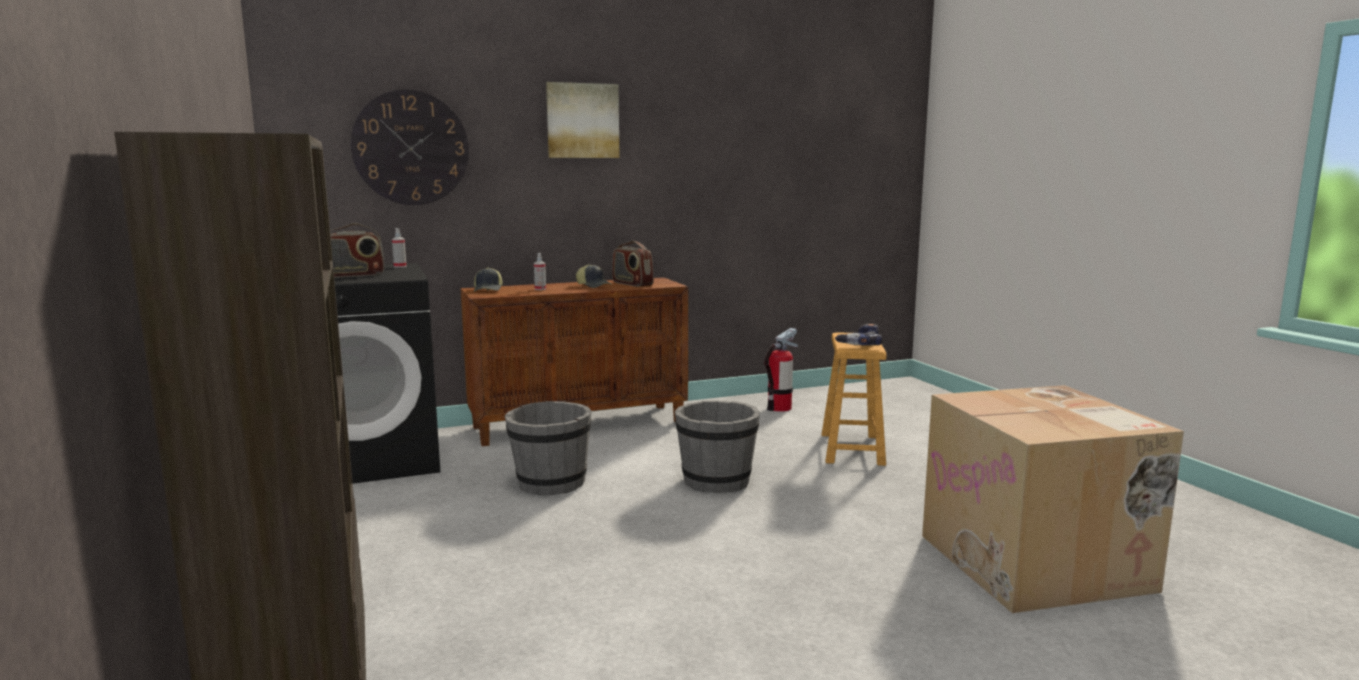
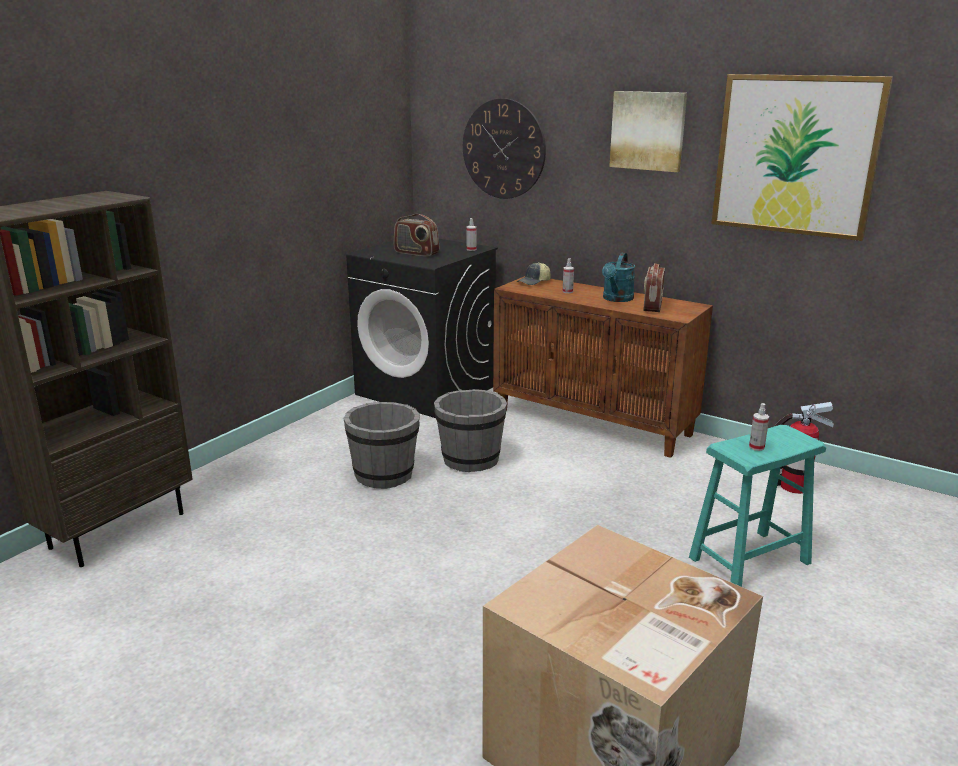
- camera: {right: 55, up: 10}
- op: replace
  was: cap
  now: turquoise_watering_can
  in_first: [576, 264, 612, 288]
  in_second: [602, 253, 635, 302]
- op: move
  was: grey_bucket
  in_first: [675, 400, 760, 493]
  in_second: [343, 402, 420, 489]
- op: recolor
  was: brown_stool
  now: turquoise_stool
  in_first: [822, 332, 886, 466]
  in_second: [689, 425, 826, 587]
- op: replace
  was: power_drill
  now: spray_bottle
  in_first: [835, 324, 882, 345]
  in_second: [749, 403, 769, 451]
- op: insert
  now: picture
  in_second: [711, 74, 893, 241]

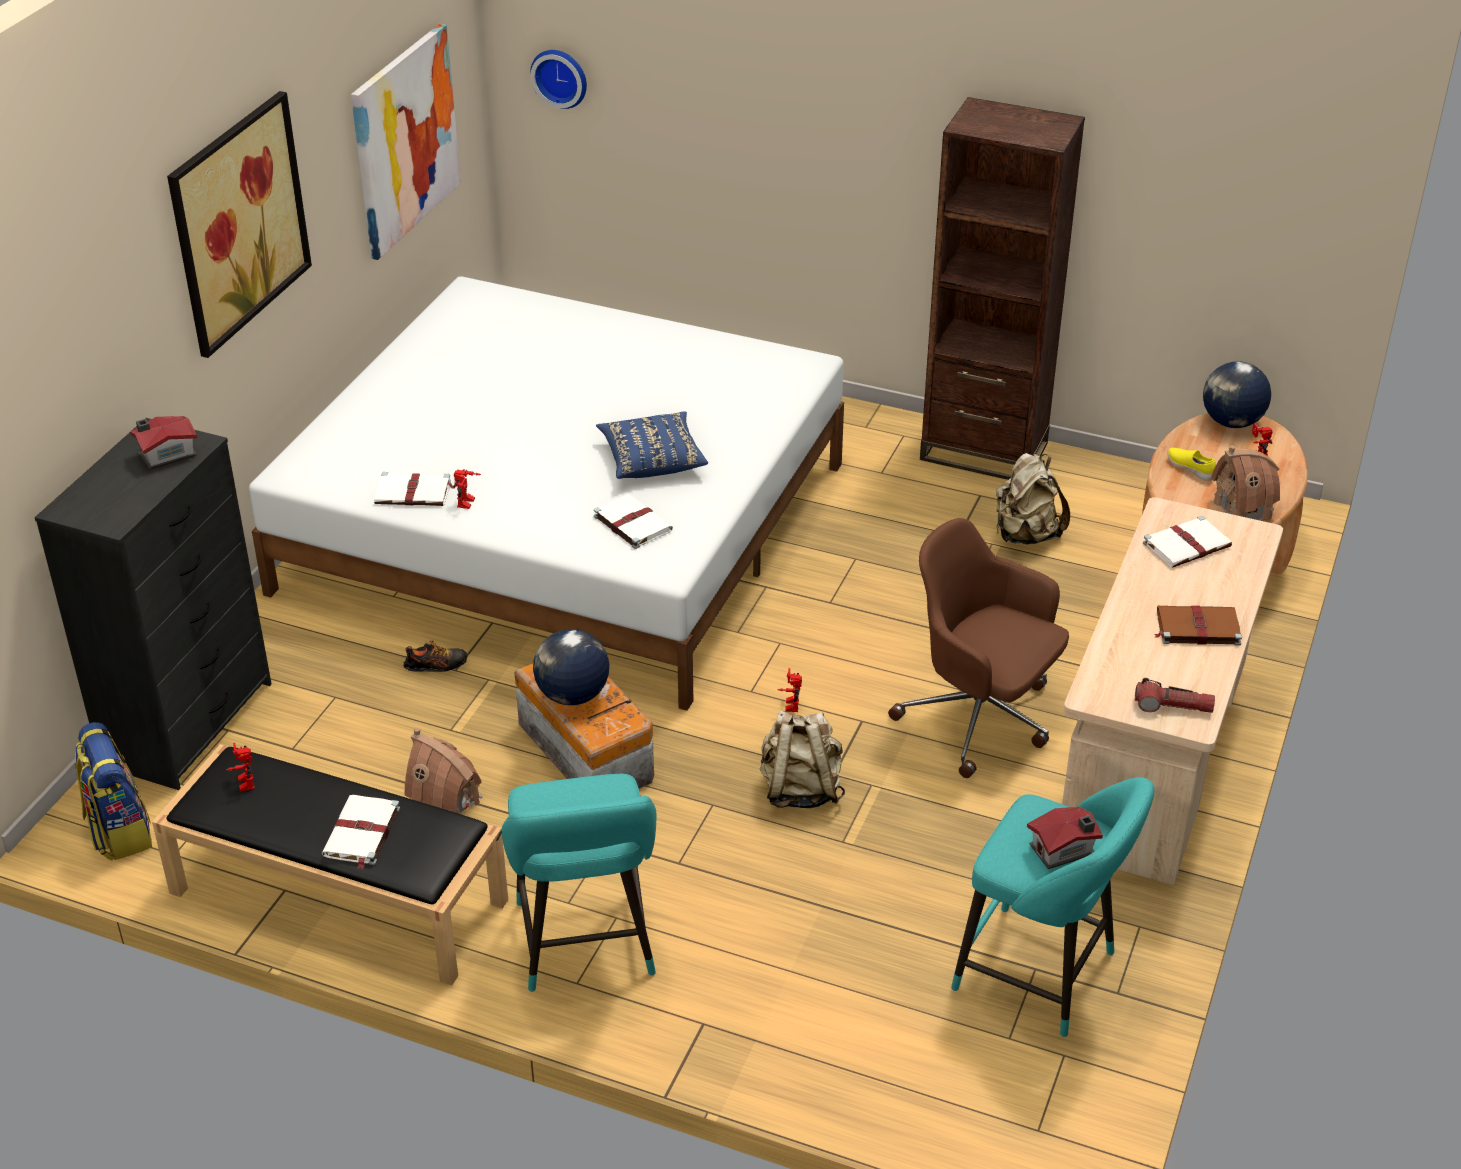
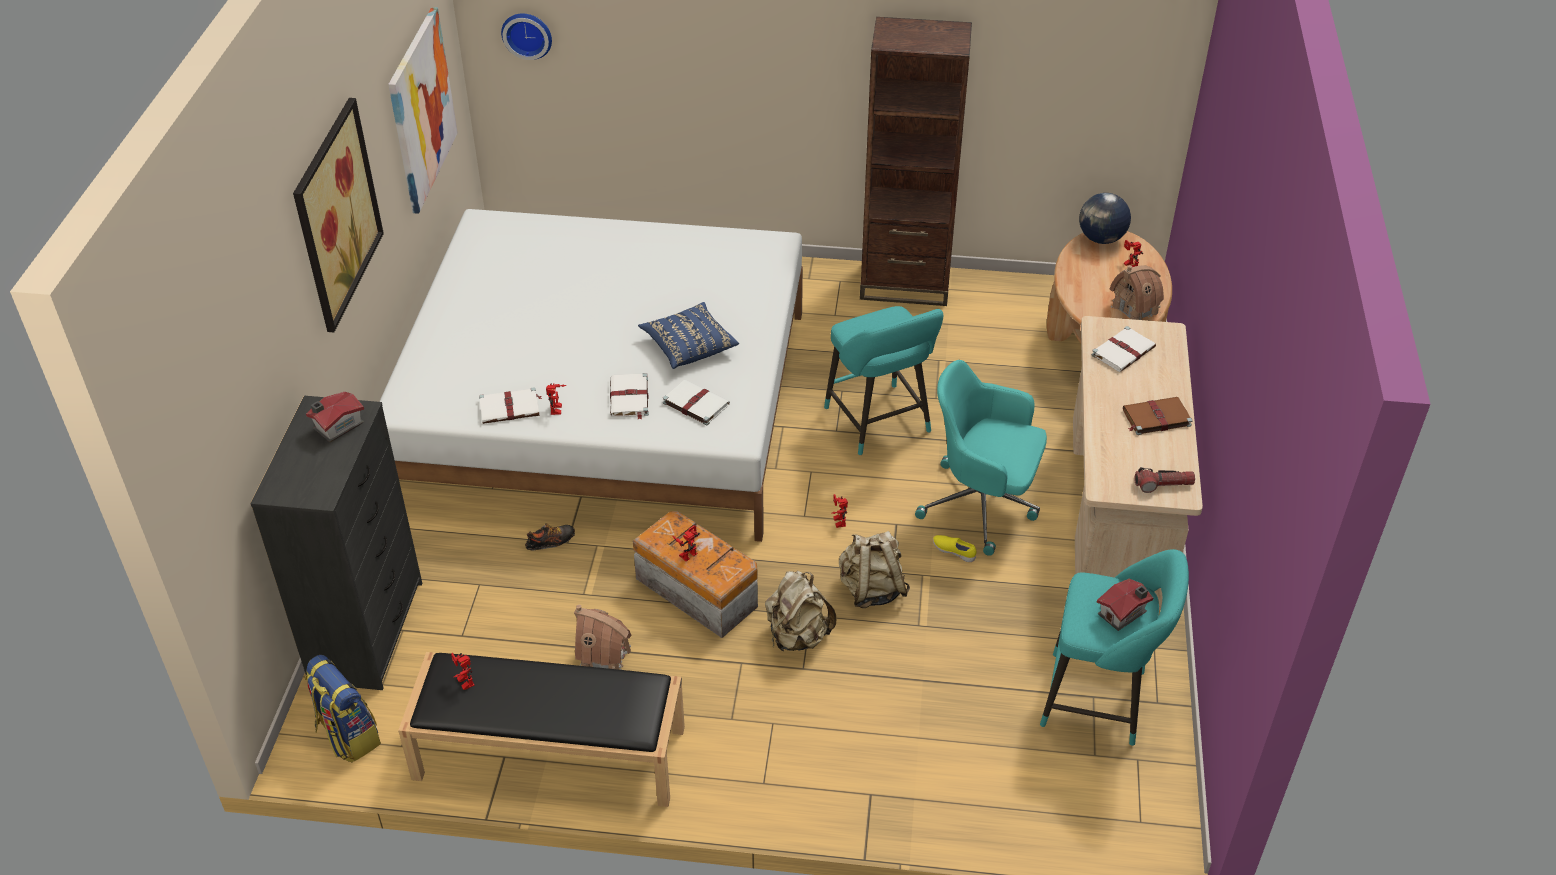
- camera: {right: -15, up: 5}
- op: move
  was: white_book
  in_first: [322, 795, 400, 869]
  in_second: [610, 373, 649, 420]
- op: move
  was: turquoise_stool
  in_first: [502, 774, 656, 992]
  in_second: [824, 306, 943, 455]
- op: replace
  was: globe
  now: toy_robot
  in_first: [533, 629, 609, 705]
  in_second: [673, 525, 700, 561]
- op: recolor
  was: brown_office_chair
  now: turquoise_office_chair
  in_first: [888, 518, 1069, 778]
  in_second: [915, 360, 1047, 556]
- op: move
  was: beige_backpack
  in_first: [996, 453, 1070, 544]
  in_second: [765, 571, 836, 652]
- op: move
  was: yellow_shoe
  in_first: [1168, 448, 1216, 481]
  in_second: [933, 535, 976, 562]

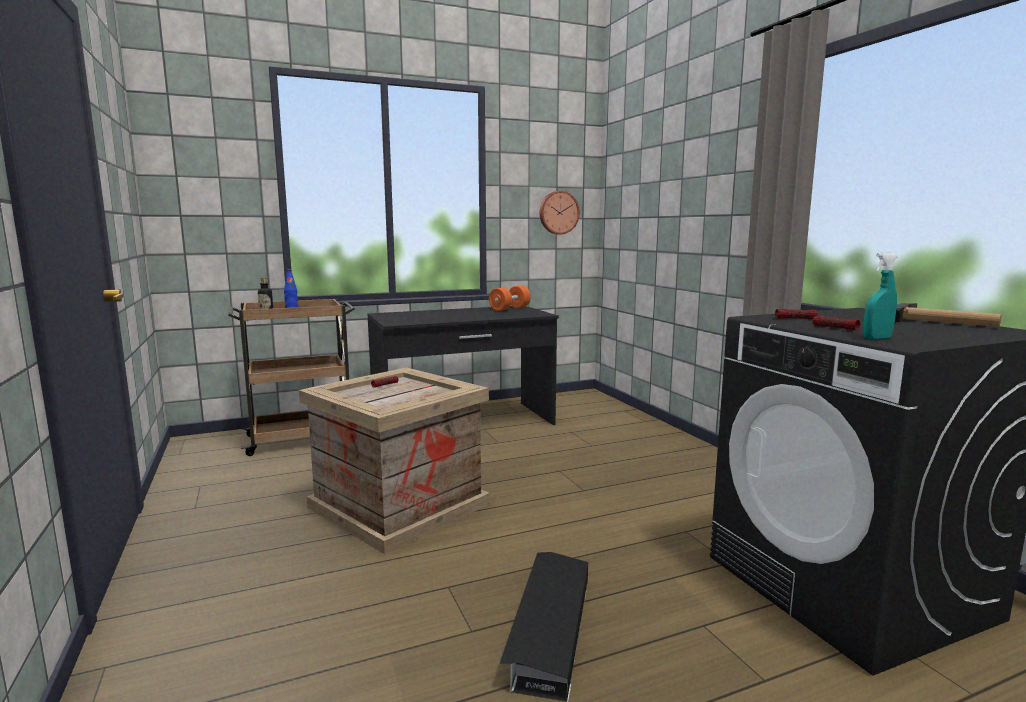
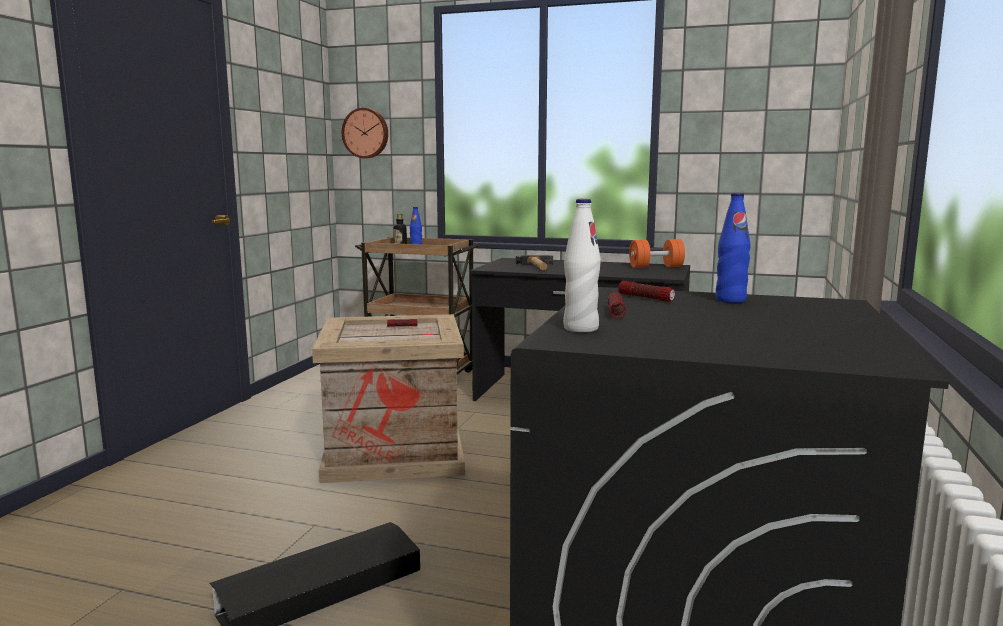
- camera: {right: 40, up: 0}
- op: move
  was: wall_clock
  in_first: [539, 191, 580, 234]
  in_second: [342, 108, 388, 158]
- op: replace
  was: turquoise_spray_bottle
  now: white_bottle
  in_first: [863, 253, 897, 339]
  in_second: [563, 199, 601, 332]
- op: move
  was: hammer
  in_first: [895, 303, 1002, 327]
  in_second: [516, 255, 553, 270]
- op: insert
  now: blue_bottle
  in_second: [716, 193, 751, 303]

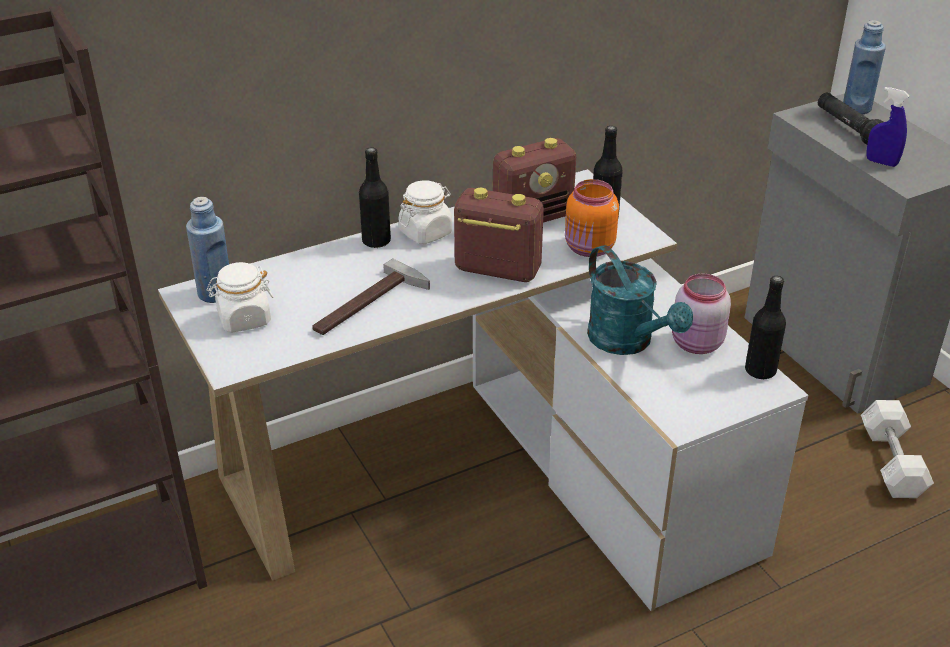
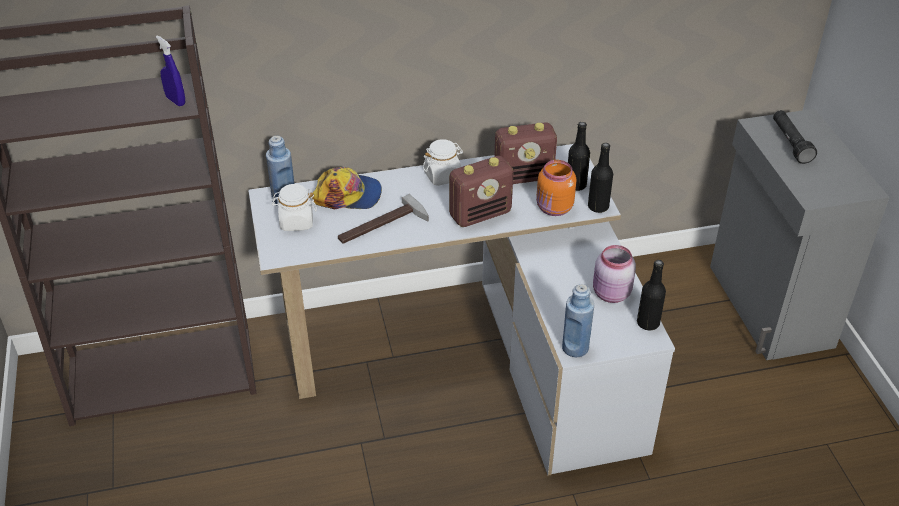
- camera: {right: 15, up: 5}
- op: move
  was: black_bottle
  in_first: [359, 148, 391, 248]
  in_second: [588, 143, 613, 213]
- op: rotate
  was: radio
  in_first: [454, 188, 544, 282]
  in_second: [449, 156, 513, 227]
  clockwise: 120
- op: delete
  was: turquoise_watering_can
  in_first: [587, 245, 693, 355]
- op: move
  was: blue_bottle
  in_first: [843, 20, 886, 114]
  in_second: [562, 284, 594, 357]
- op: delete
  was: white_dumbbell
  in_first: [861, 400, 934, 498]
- op: move
  was: blue_spray_bottle
  in_first: [866, 87, 910, 167]
  in_second: [156, 35, 185, 106]
- op: insert
  now: cap
  in_second: [312, 167, 382, 209]

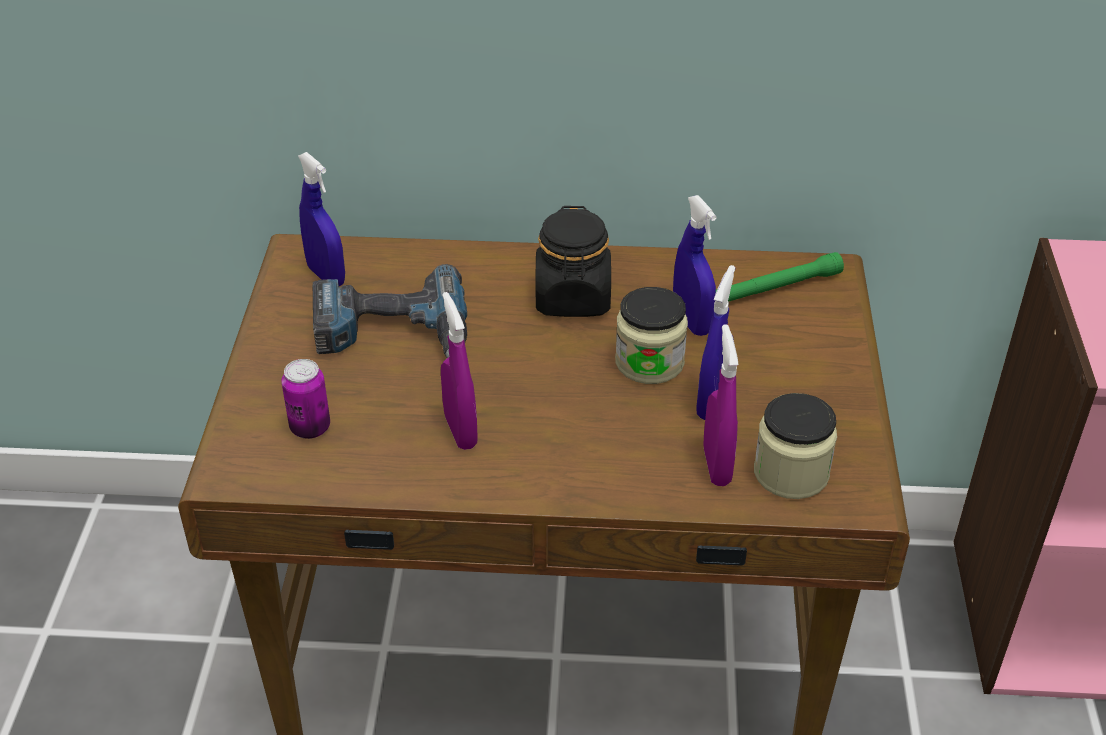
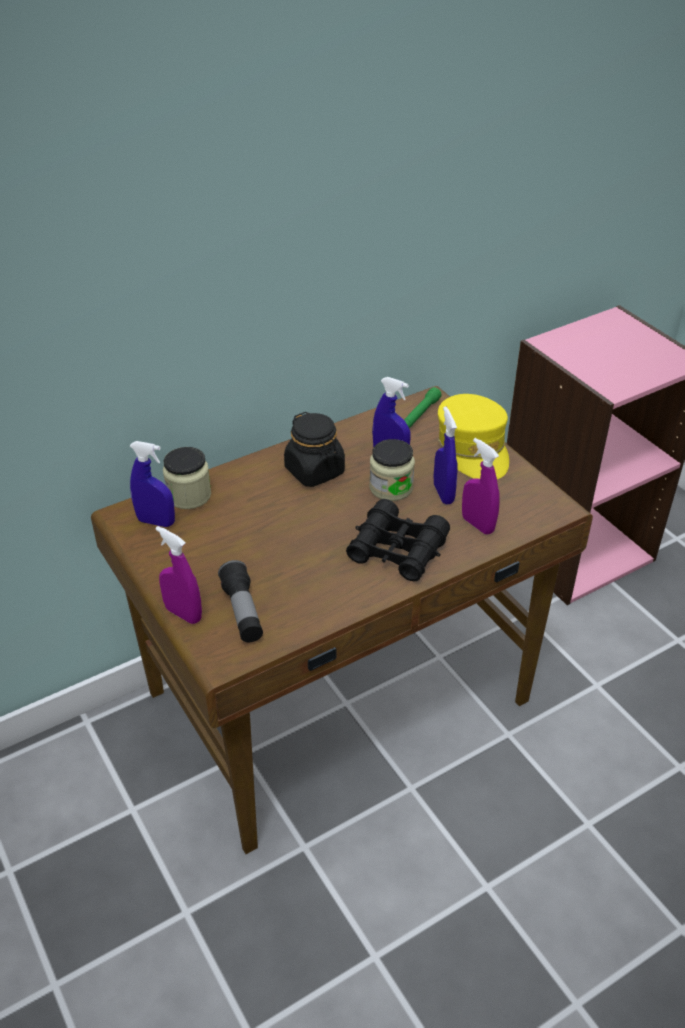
- camera: {right: -35, up: 0}
- op: replace
  was: can
  now: flashlight
  in_first: [281, 359, 330, 439]
  in_second: [218, 560, 263, 642]
- op: delete
  was: power_drill
  in_first: [313, 264, 467, 358]
- op: move
  was: purple_spray_bottle
  in_first: [441, 292, 478, 450]
  in_second: [156, 526, 202, 624]
- op: move
  was: jar
  in_first: [754, 393, 837, 499]
  in_second: [163, 447, 211, 509]
- op: insert
  now: black_binoculars
  in_second: [346, 499, 450, 582]
- op: insert
  now: yellow_cap
  in_second: [438, 394, 509, 479]

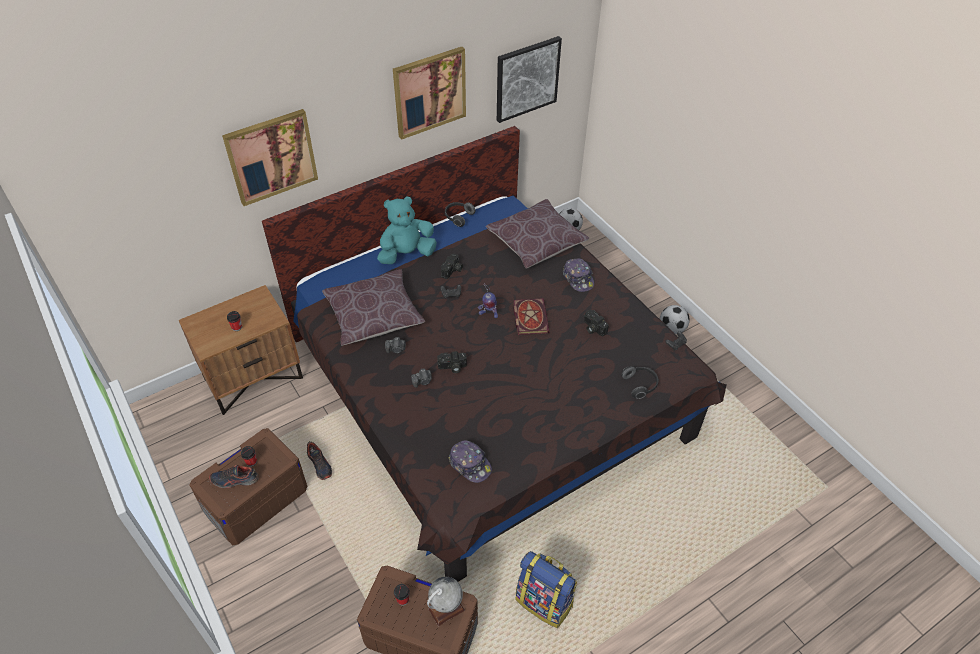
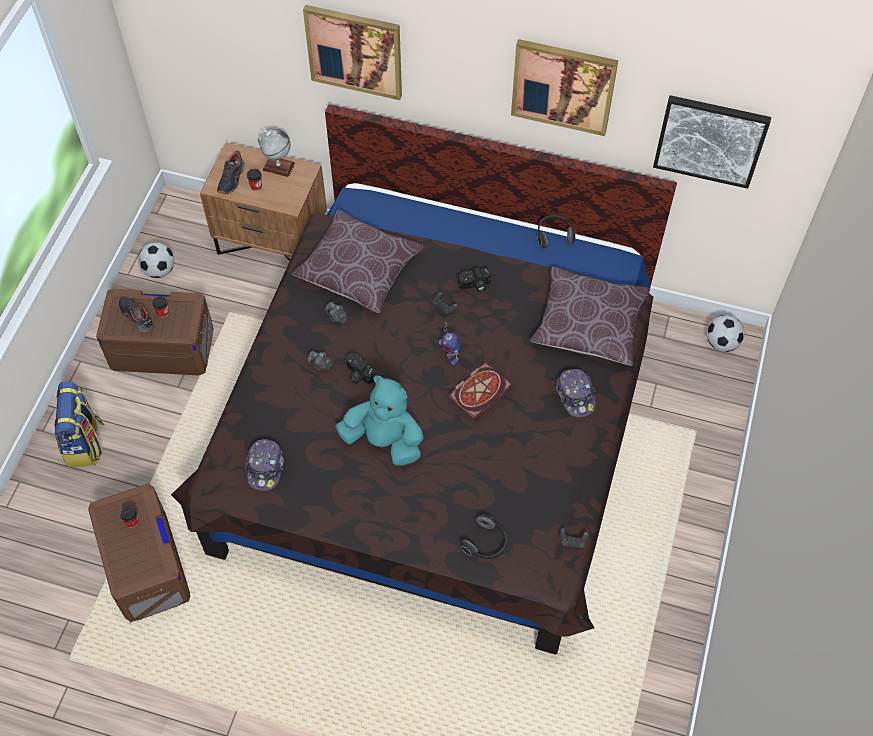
- camera: {right: 50, up: 10}
- op: move
  was: shoe
  in_first: [307, 441, 332, 480]
  in_second: [217, 151, 245, 194]
- op: move
  was: turquoise_plush_toy
  in_first: [377, 196, 437, 264]
  in_second: [335, 375, 423, 466]
- op: move
  was: globe
  in_first: [427, 577, 465, 626]
  in_second: [258, 129, 295, 177]
- op: move
  was: backpack
  in_first: [516, 551, 577, 628]
  in_second: [54, 381, 104, 467]
- op: rotate
  was: cap
  in_first: [563, 258, 594, 292]
  in_second: [556, 369, 596, 417]
  clockwise: -45
- op: delete
  was: photo_camera
  in_first: [584, 310, 609, 337]
- op: move
  was: football
  in_first: [660, 305, 690, 334]
  in_second: [138, 242, 174, 278]

